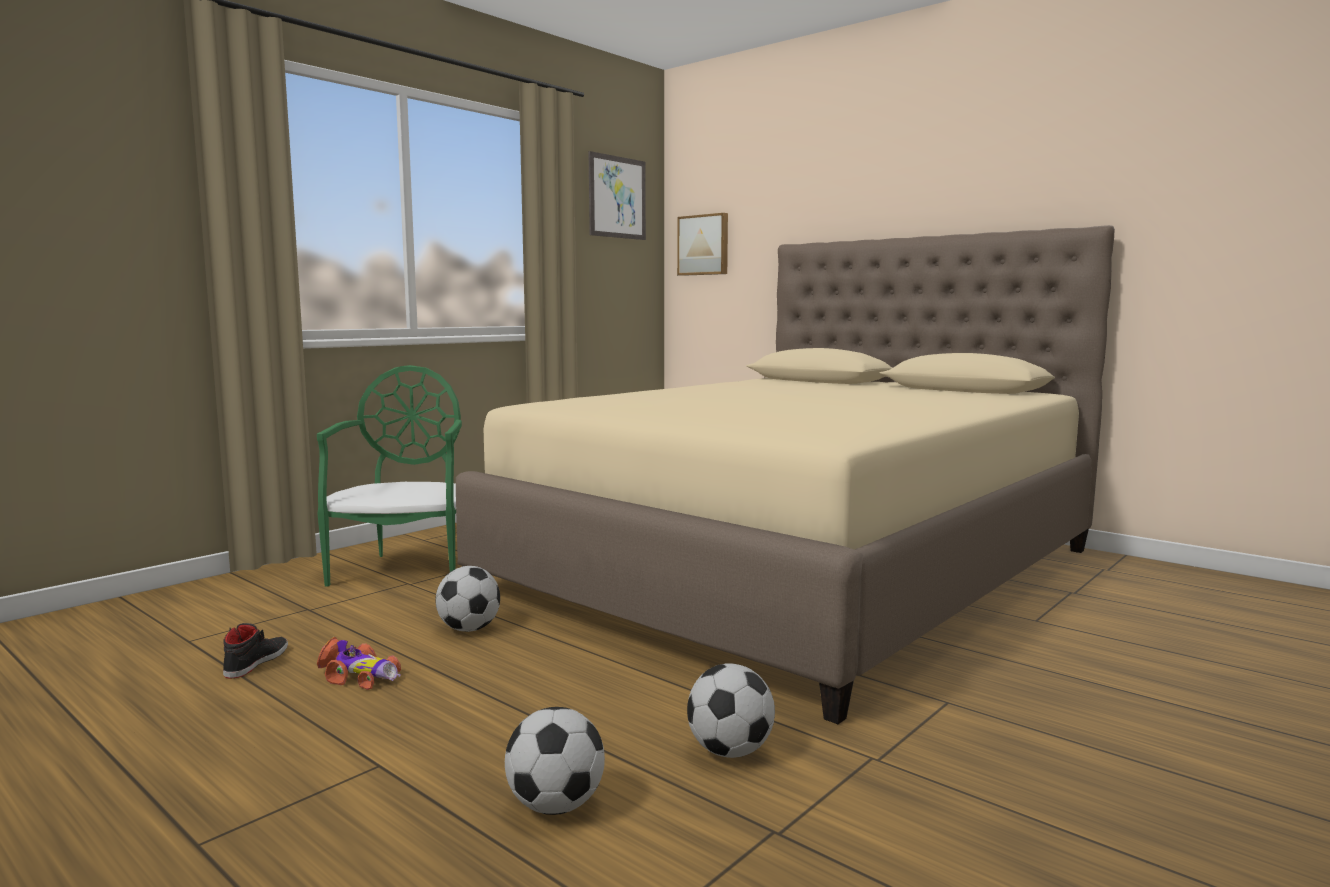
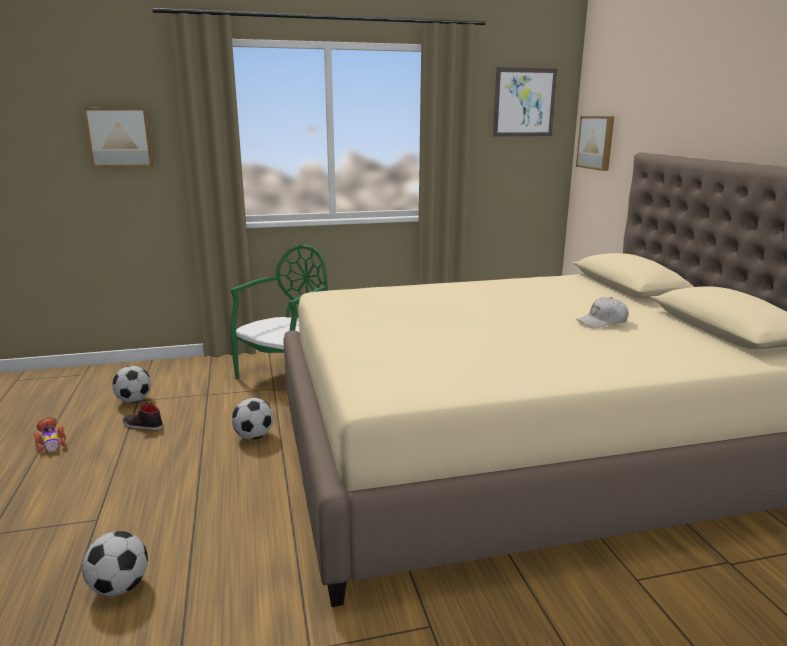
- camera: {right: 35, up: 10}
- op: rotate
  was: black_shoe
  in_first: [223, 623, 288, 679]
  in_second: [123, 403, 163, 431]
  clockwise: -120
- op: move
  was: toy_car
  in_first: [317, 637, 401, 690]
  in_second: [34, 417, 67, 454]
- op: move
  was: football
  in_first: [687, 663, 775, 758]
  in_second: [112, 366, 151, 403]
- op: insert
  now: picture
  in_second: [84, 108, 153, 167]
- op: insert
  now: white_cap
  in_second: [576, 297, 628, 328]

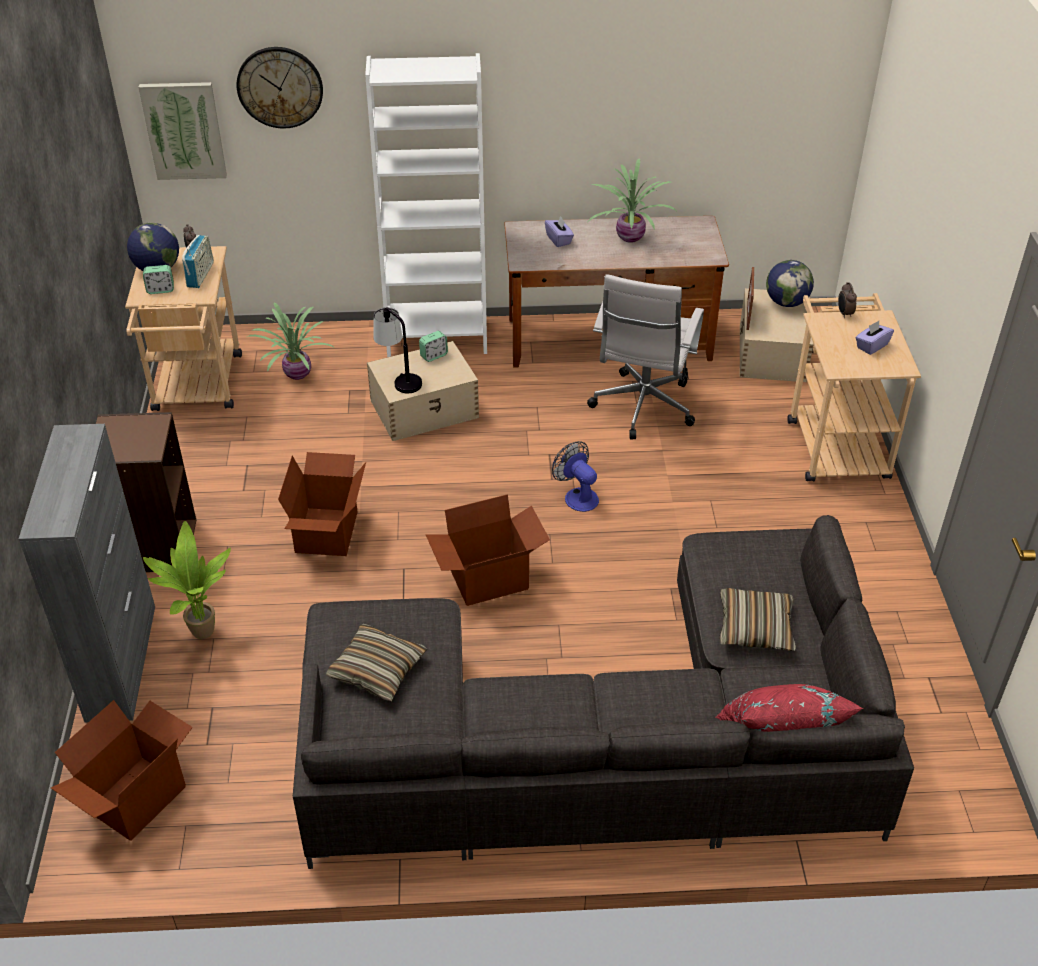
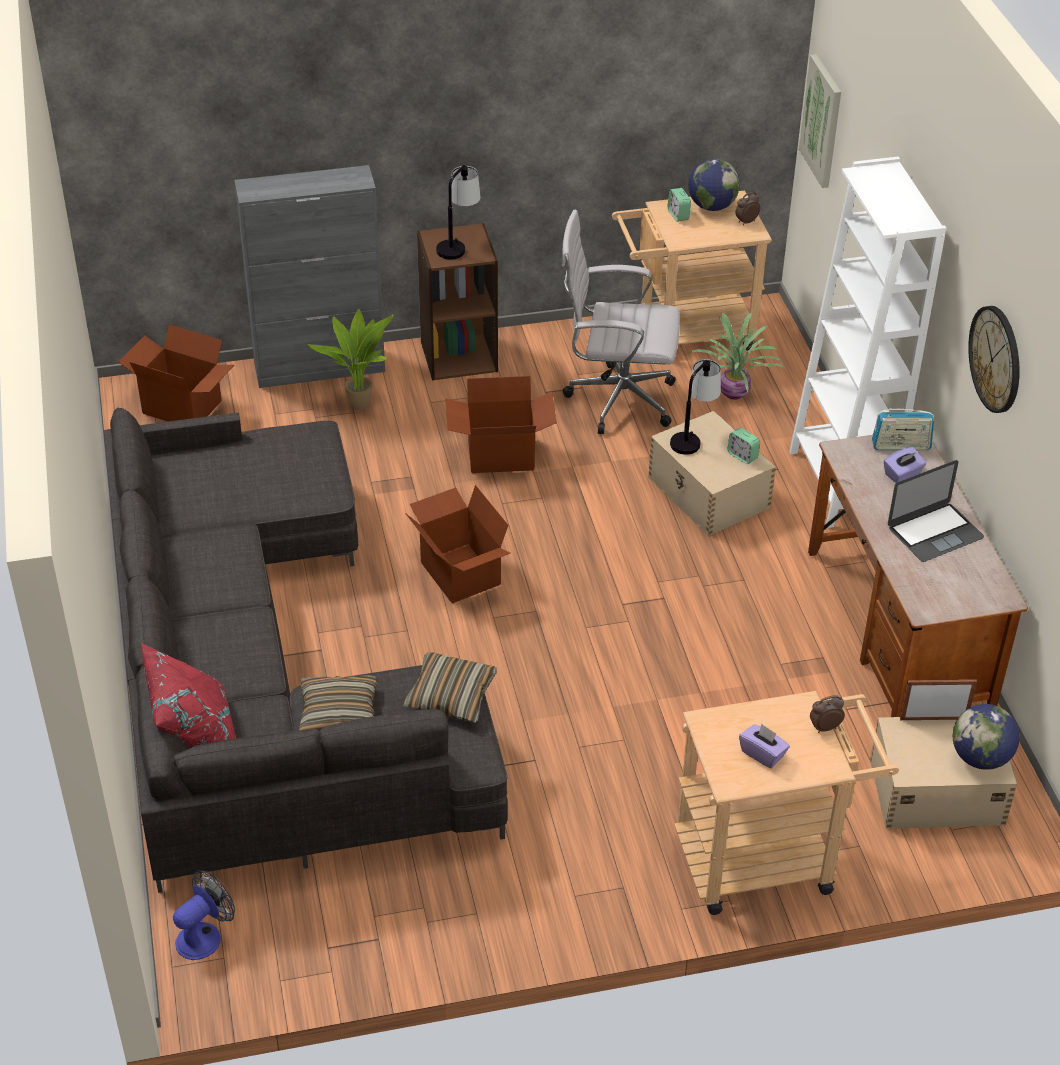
- camera: {right: 80, up: 0}
- op: move
  was: radio
  in_first: [182, 235, 214, 288]
  in_second: [872, 408, 934, 450]
- op: move
  was: wall_clock
  in_first: [237, 47, 323, 129]
  in_second: [968, 306, 1020, 413]
- op: move
  was: pillow
  in_first: [325, 624, 427, 701]
  in_second: [403, 652, 497, 723]
- op: move
  was: fan
  in_first: [552, 441, 599, 512]
  in_second: [173, 870, 235, 960]
- op: move
  was: white_office_chair
  in_first: [587, 274, 704, 439]
  in_second: [562, 210, 680, 434]
- op: replace
  was: potted_plant
  now: laptop
  in_first: [588, 158, 677, 243]
  in_second: [888, 460, 984, 562]
- op: insert
  now: table_lamp
  in_second: [436, 165, 481, 260]

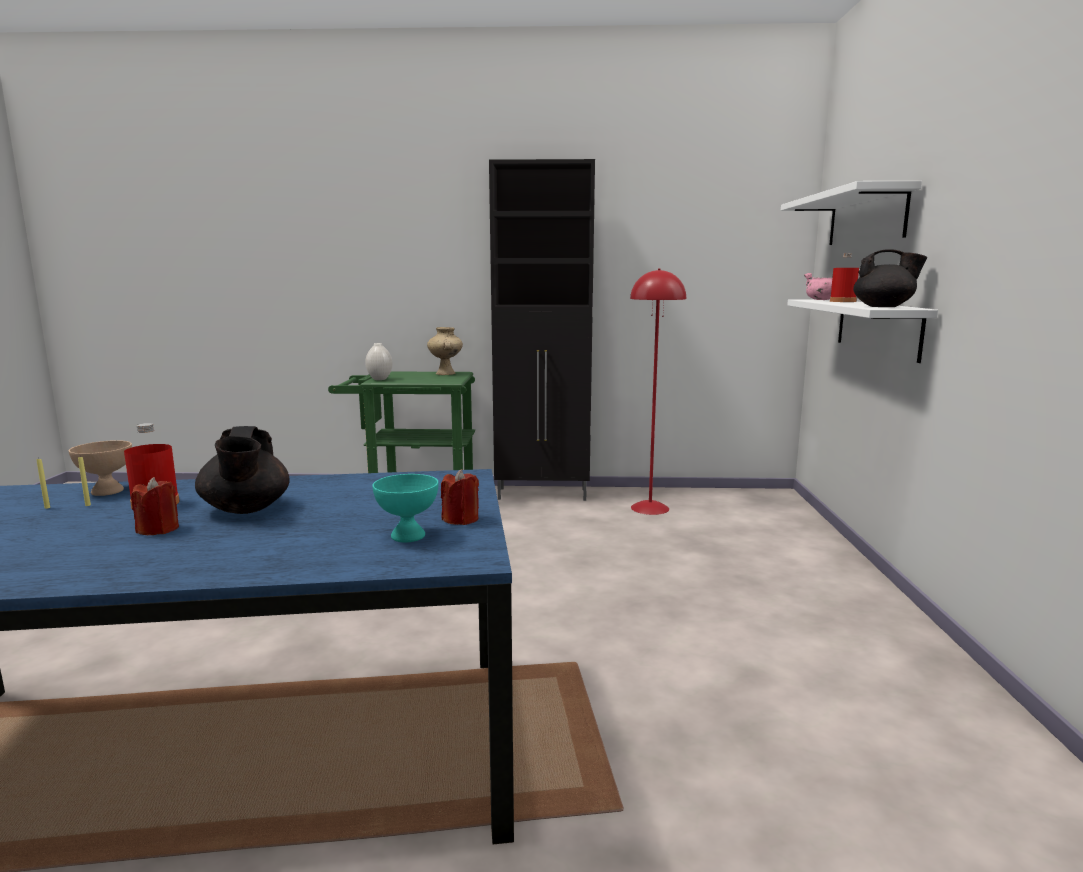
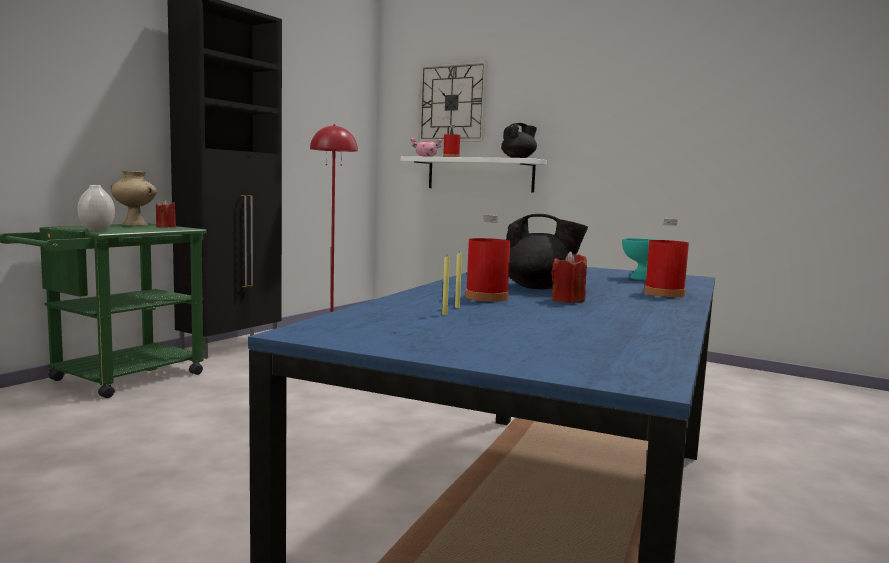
- camera: {right: -60, up: -5}
- op: delete
  was: beige_bowl
  in_first: [69, 440, 132, 496]
- op: move
  was: red_candle
  in_first: [441, 469, 479, 525]
  in_second: [156, 200, 176, 228]
- op: replace
  was: white_shelf
  now: wall_clock
  in_first: [781, 181, 922, 245]
  in_second: [418, 61, 488, 142]
- op: insert
  now: red_bottle
  in_second: [644, 219, 689, 297]

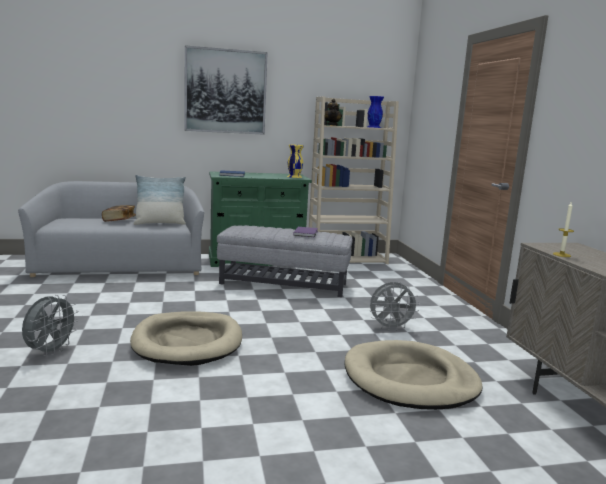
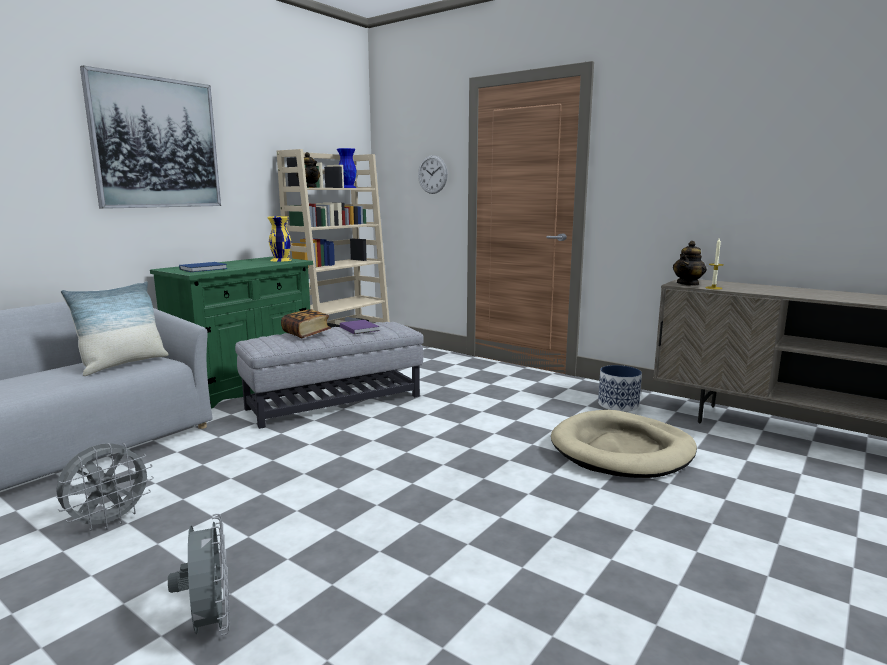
- camera: {right: -40, up: 0}
- op: move
  was: book
  in_first: [102, 205, 136, 222]
  in_second: [281, 309, 331, 338]
- op: delete
  was: beige_dog_bed
  in_first: [130, 311, 242, 366]
- op: move
  was: grey_fan
  in_first: [370, 282, 420, 331]
  in_second: [55, 443, 154, 531]
- op: insert
  now: wall_clock
  in_second: [418, 155, 448, 194]
- op: insert
  now: planter
  in_second: [598, 365, 642, 412]
- op: insert
  now: teapot
  in_second: [673, 241, 707, 286]

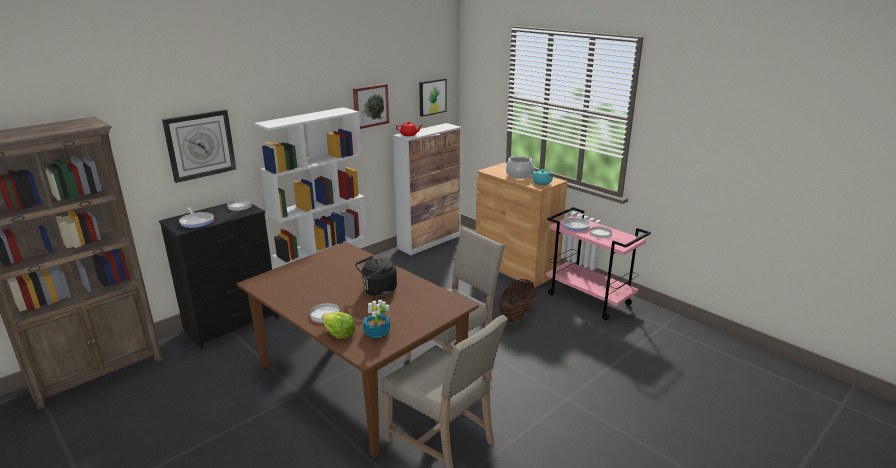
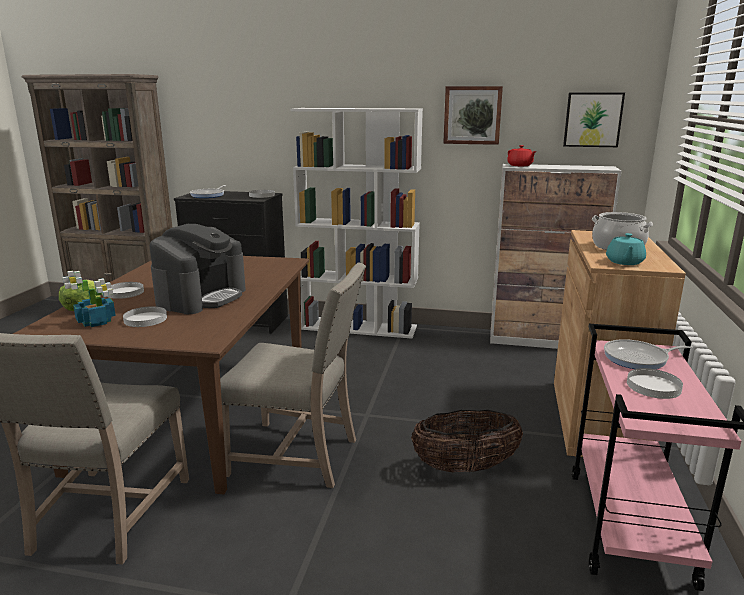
- camera: {right: 55, up: -5}
- op: delete
  was: wall_clock
  in_first: [162, 110, 237, 183]
- op: replace
  was: black_kettle
  now: coffee_machine
  in_first: [355, 256, 397, 296]
  in_second: [149, 224, 246, 314]
- op: insert
  now: white_plate
  in_second: [123, 306, 167, 327]

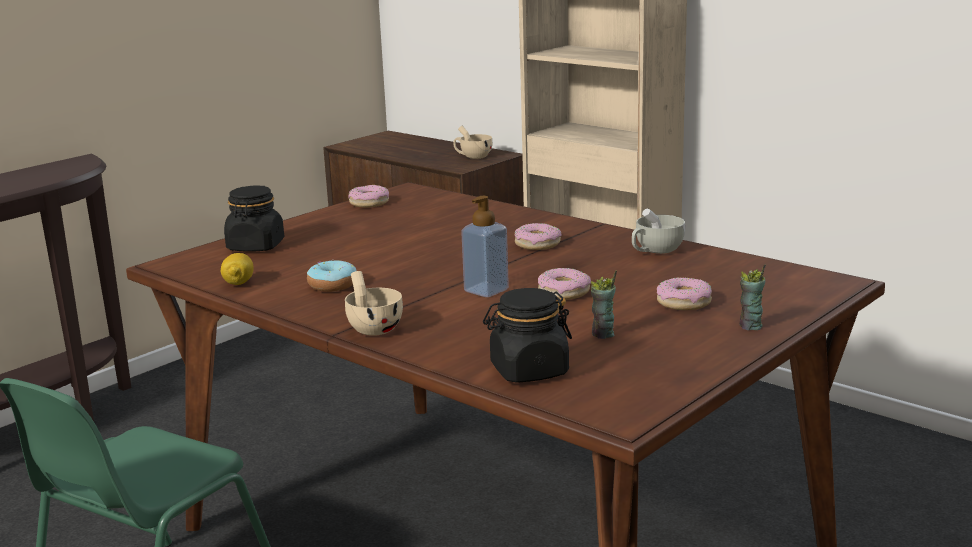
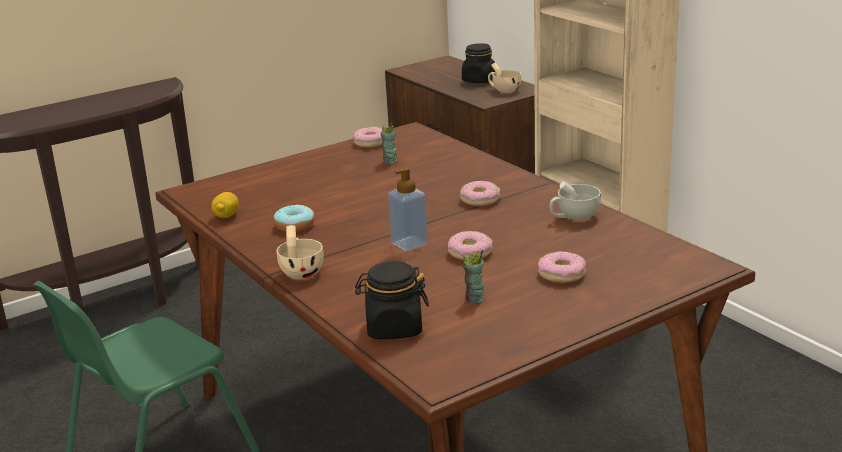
- camera: {right: 15, up: 5}
- op: move
  was: black_jar
  in_first: [224, 186, 284, 252]
  in_second: [462, 43, 495, 83]
- op: move
  was: cup
  in_first: [740, 264, 766, 330]
  in_second: [381, 123, 398, 164]

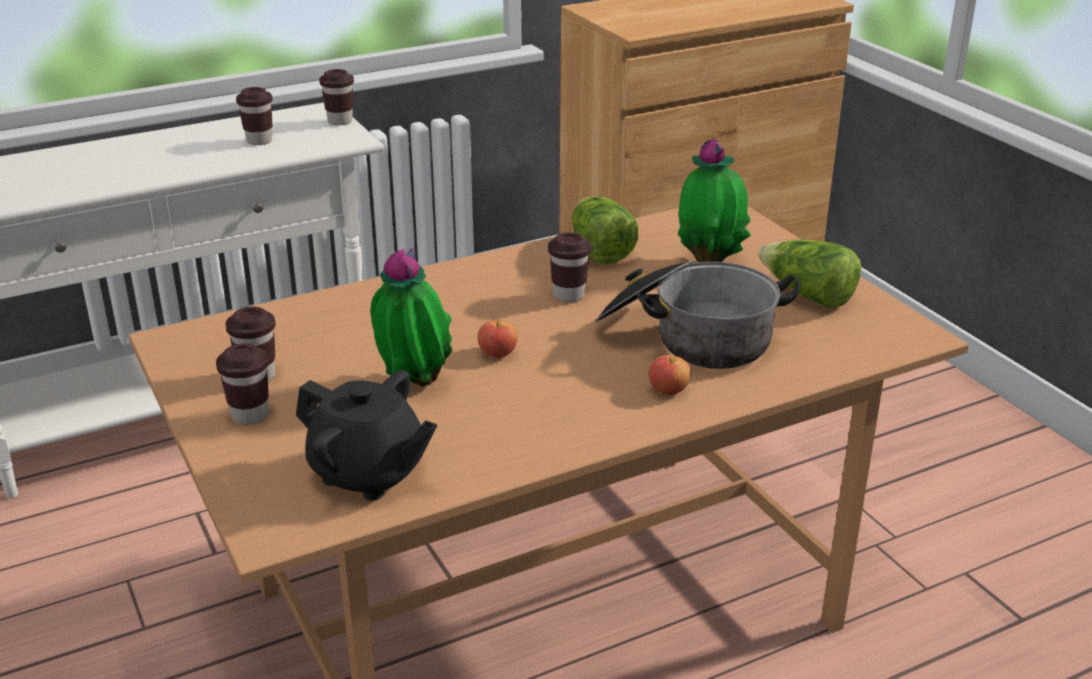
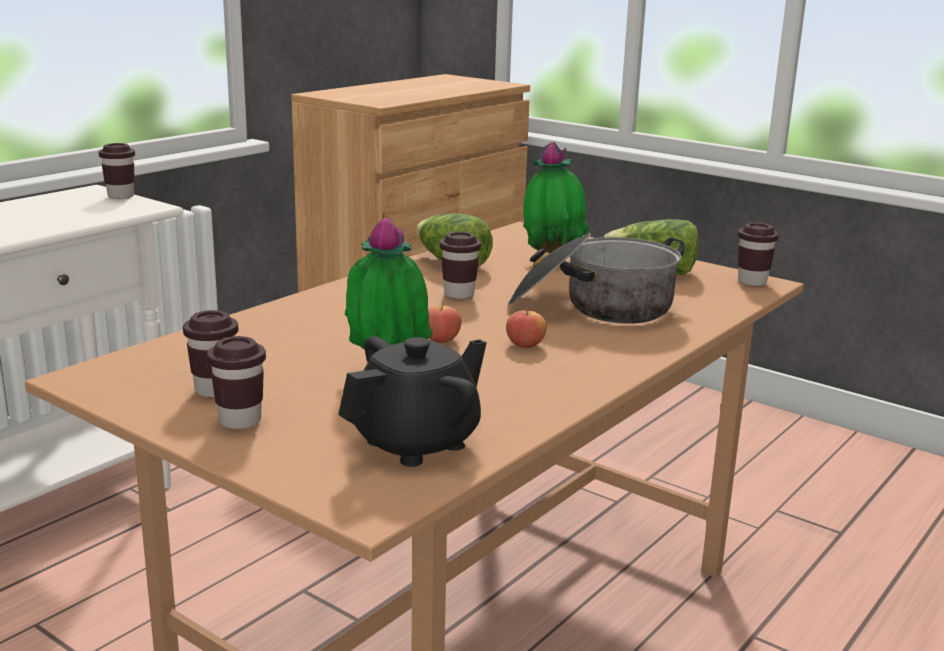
- camera: {right: -25, up: -10}
- op: move
  was: brown_cup
  in_first: [236, 87, 272, 145]
  in_second: [738, 223, 779, 286]
- op: rotate
  was: black_teapot
  in_first: [296, 370, 437, 500]
  in_second: [338, 336, 486, 467]
  clockwise: -45
- op: move
  was: apple
  in_first: [649, 355, 691, 395]
  in_second: [506, 308, 547, 348]

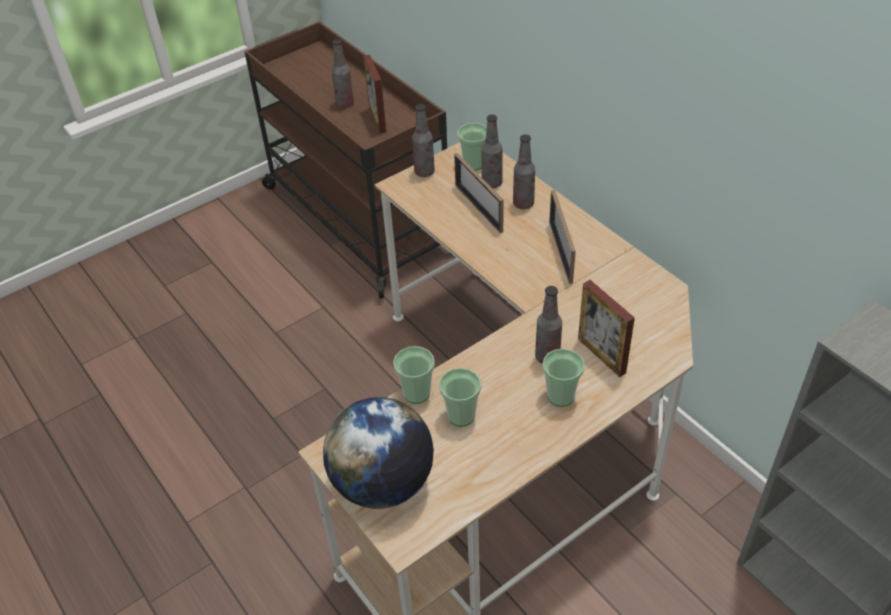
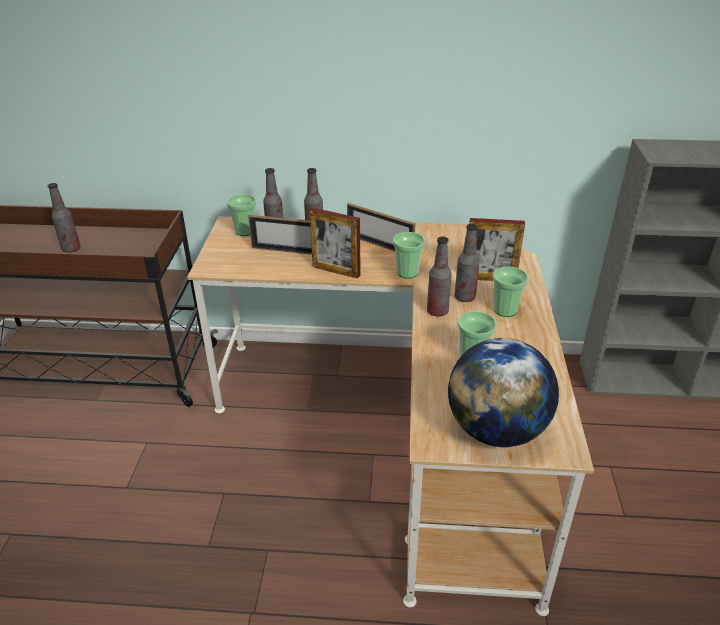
- camera: {right: -50, up: -10}
- op: move
  was: picture_frame
  in_first: [363, 55, 387, 133]
  in_second: [309, 208, 361, 279]
- op: move
  was: cup
  in_first: [393, 346, 435, 404]
  in_second: [393, 232, 425, 279]
- op: move
  was: bottle
  in_first: [412, 104, 435, 177]
  in_second: [427, 237, 452, 317]

